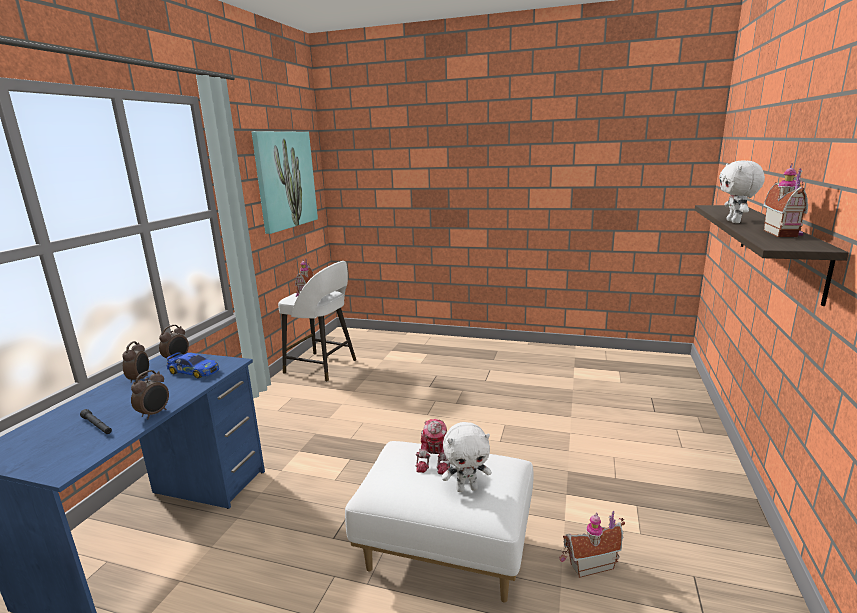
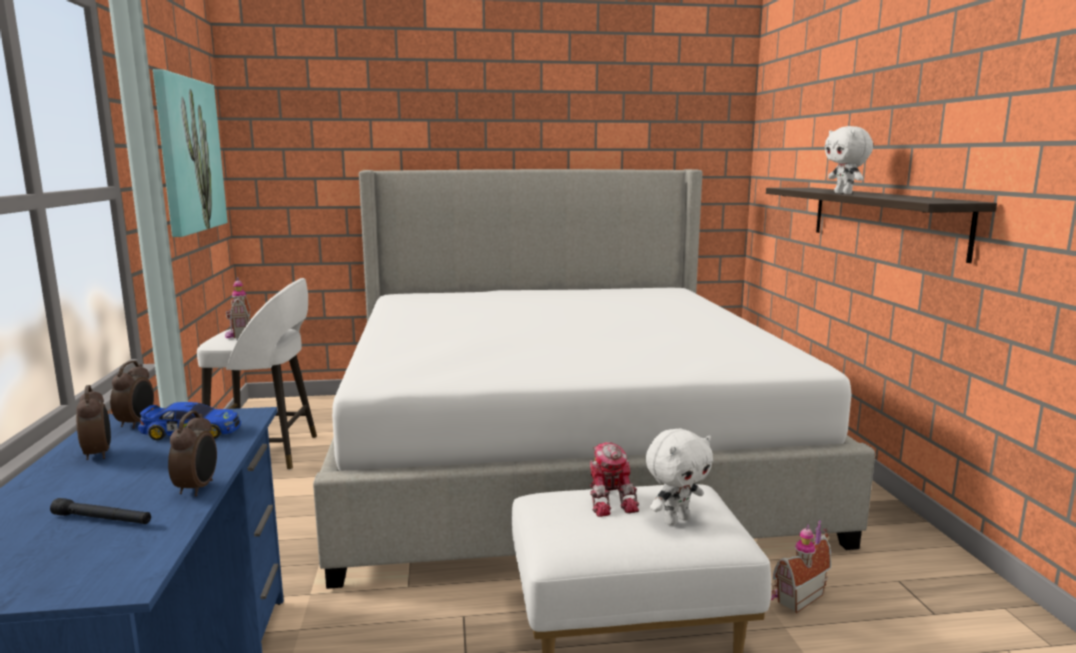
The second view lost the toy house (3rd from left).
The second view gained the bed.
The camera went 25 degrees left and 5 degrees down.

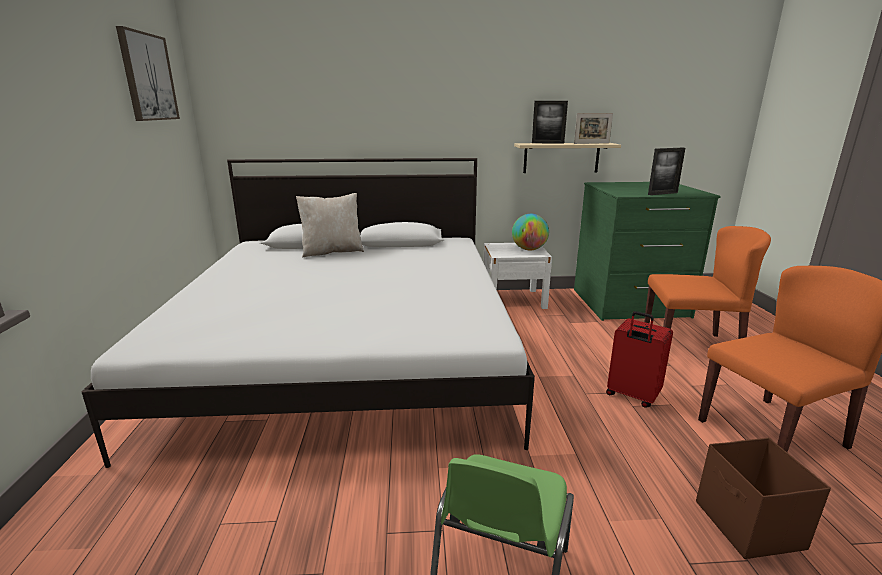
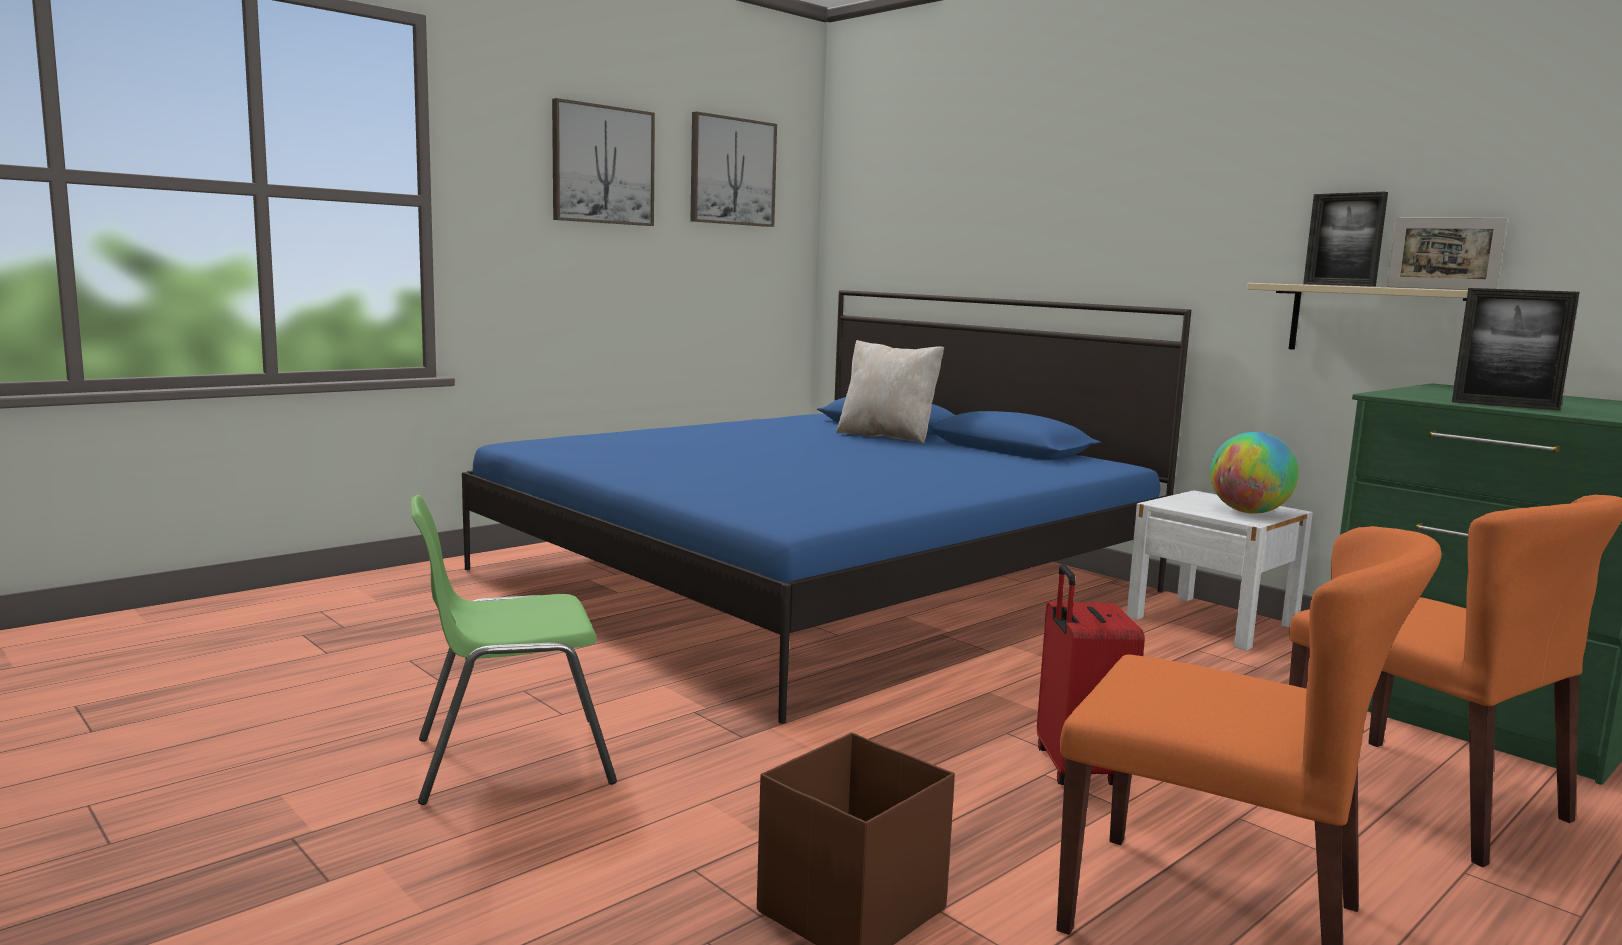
What was the white bed turned into the blue bed.
The second view gained the picture (1st from left).
The camera went 50 degrees right and 10 degrees down.

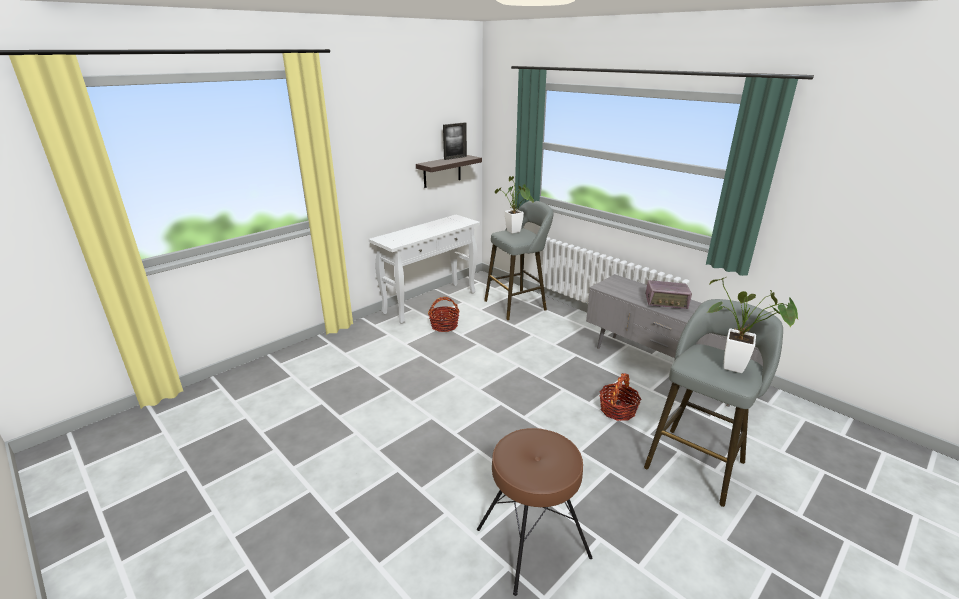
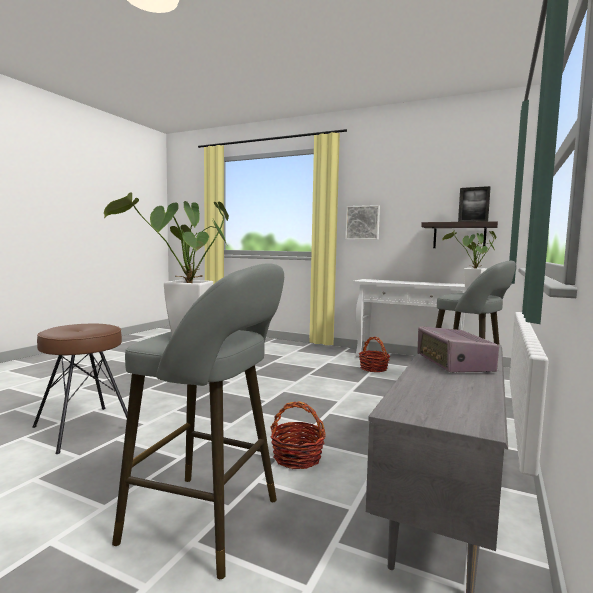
The second view gained the picture.
The camera went 70 degrees right and 20 degrees down.

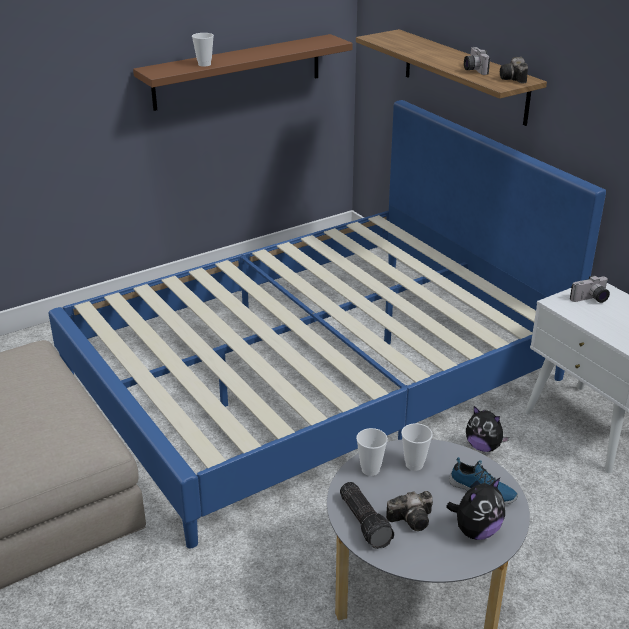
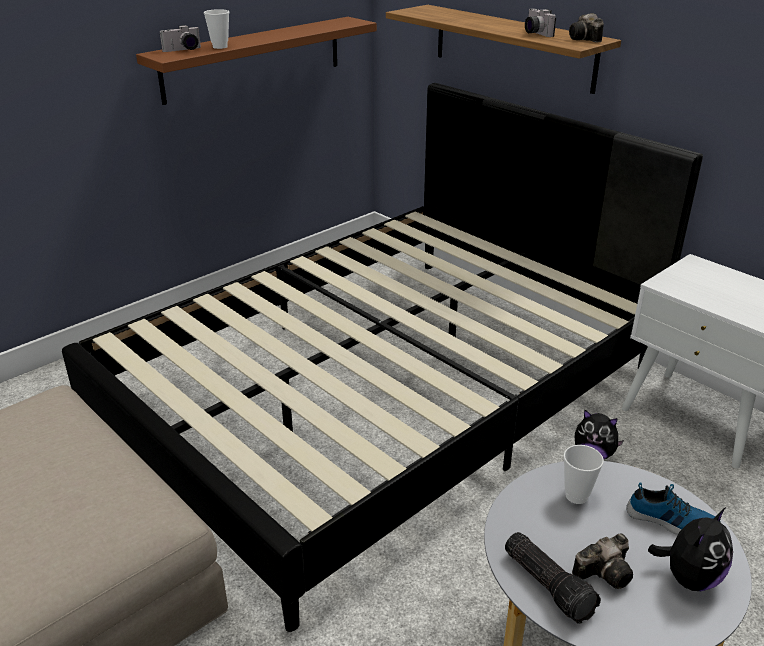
What was the blue bed turned into the black bed.
The photo camera (4th from left in the first image) ended up elsewhere.
The second view lost the cup (2nd from left).
The camera went 10 degrees left and 0 degrees up.

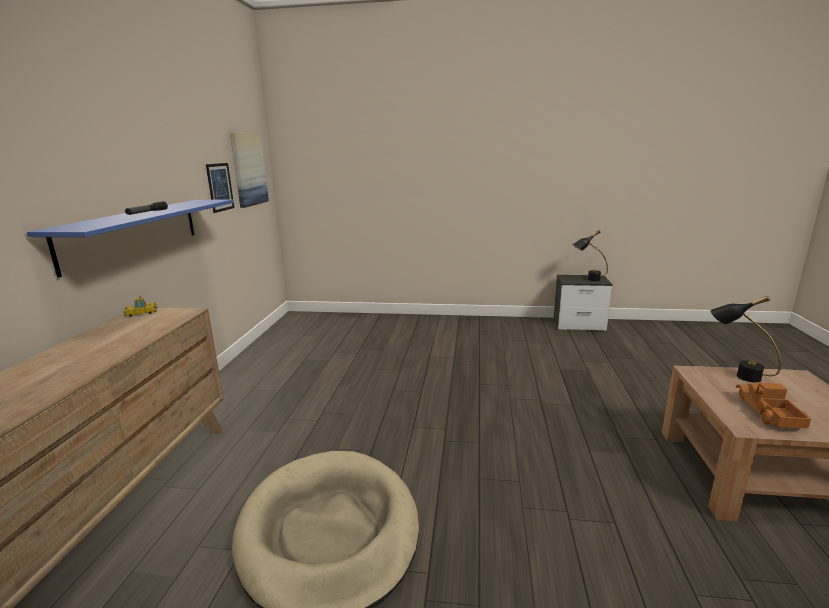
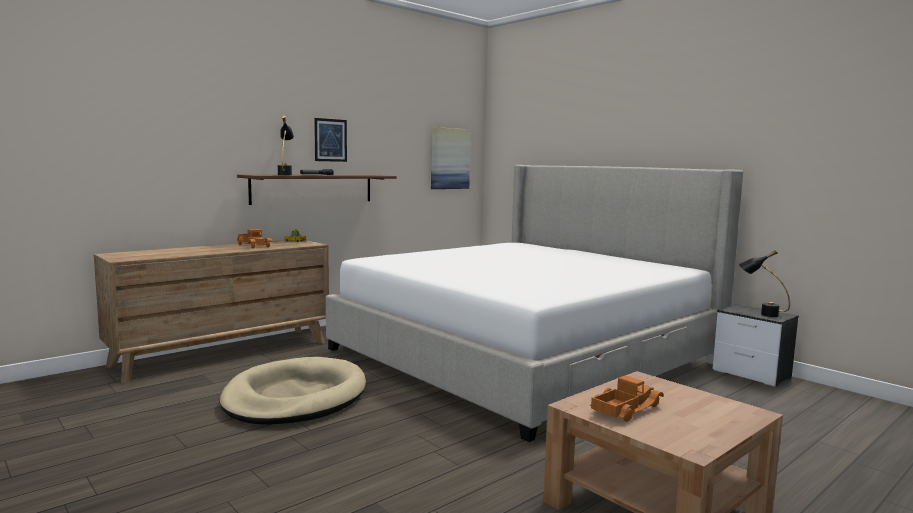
The picture (1st from left) ended up elsewhere.
What was the blue shelf turned into the brown shelf.
The black table lamp (2nd from left in the first image) ended up elsewhere.
The second view gained the bed.
The second view gained the toy truck (1st from left).
The camera went 40 degrees right and 10 degrees down.

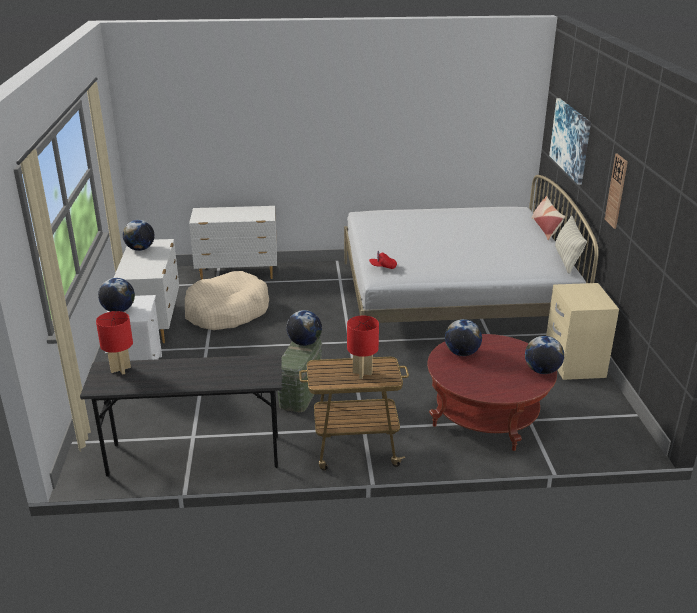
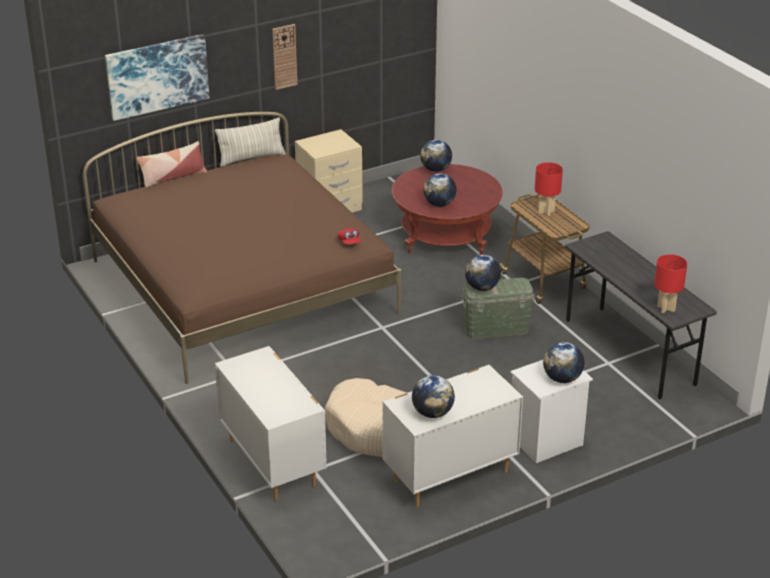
What was the white bed turned into the brown bed.
The camera went 115 degrees left and 5 degrees up.

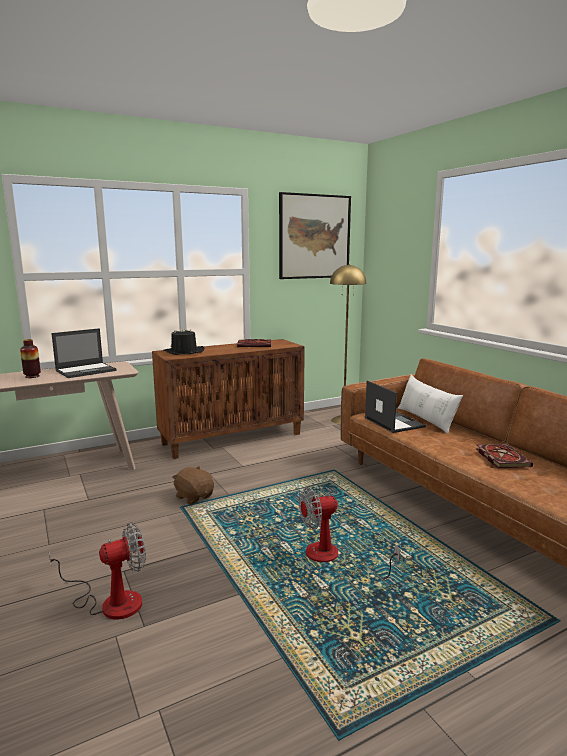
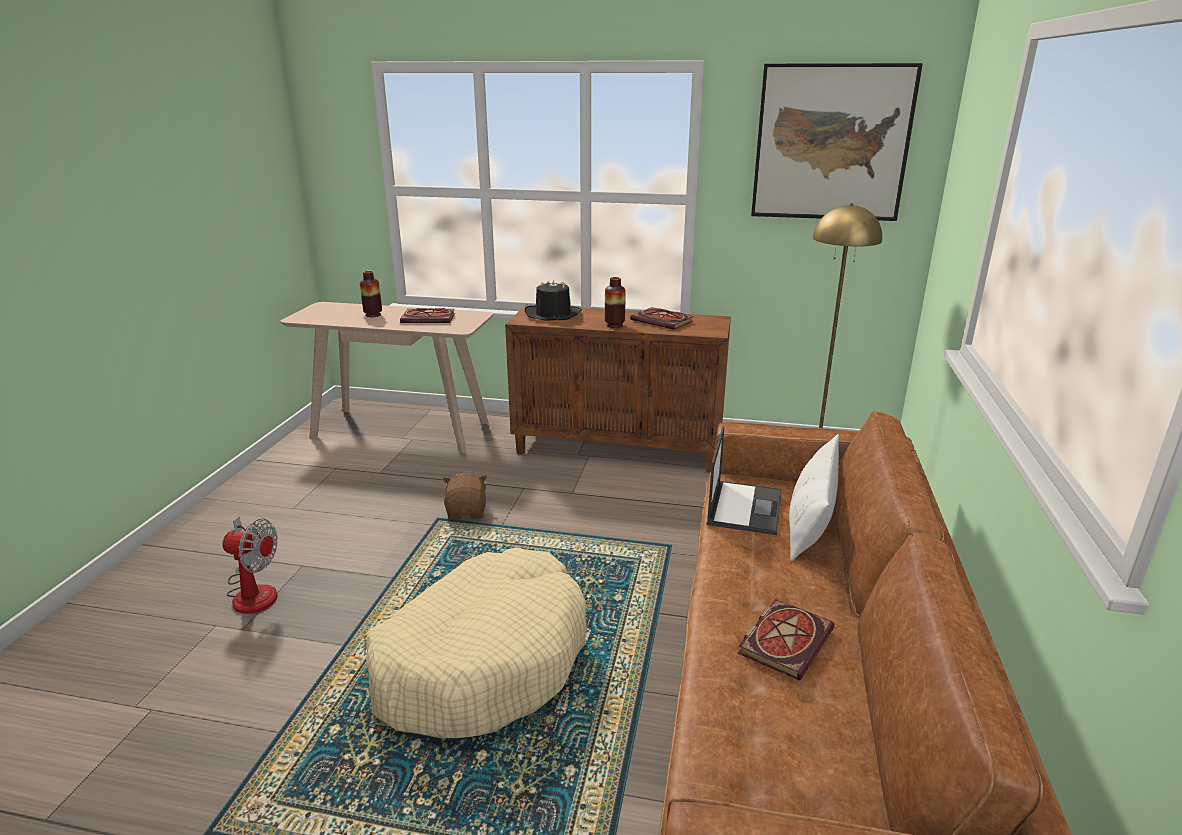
Where the laptop (1st from left) stood, the book (1st from left) came to stand.
Where the fan (2nd from left) stood, the beige dog bed came to stand.
The second view gained the vase (2nd from left).
The camera went 40 degrees right and 10 degrees up.

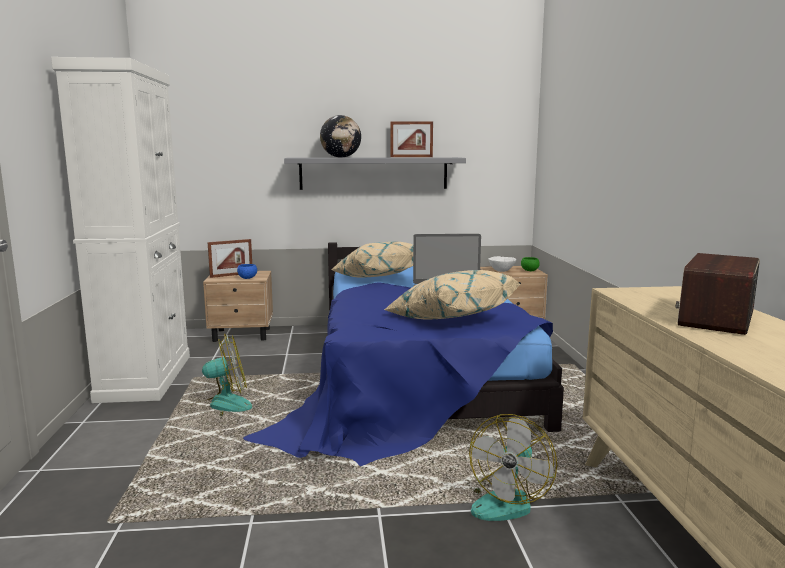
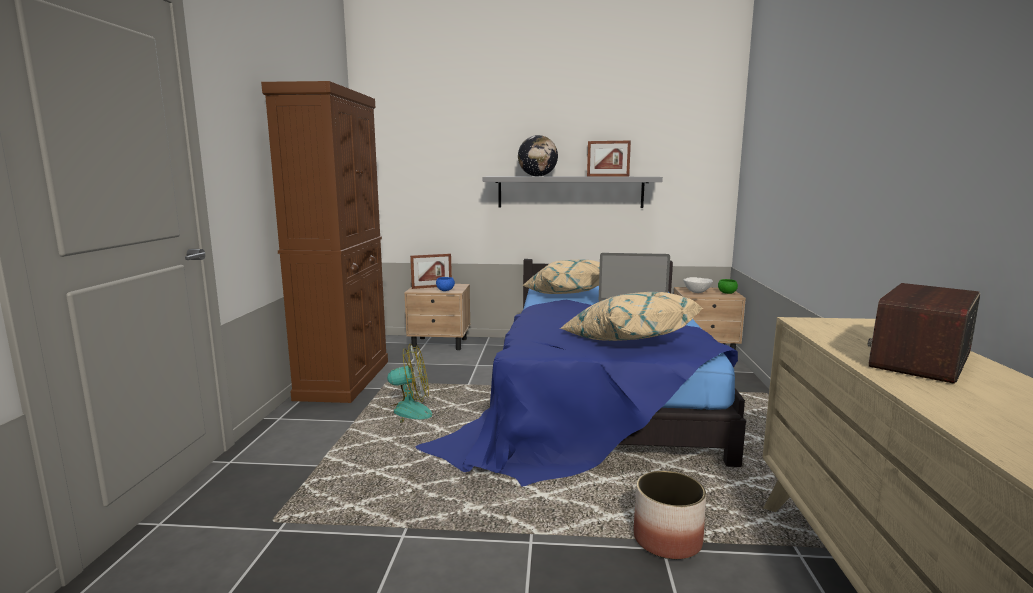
What was the white cabinet turned into the brown cabinet.
Where the fan (2nd from left) stood, the planter came to stand.
The camera went 10 degrees right and 0 degrees up.

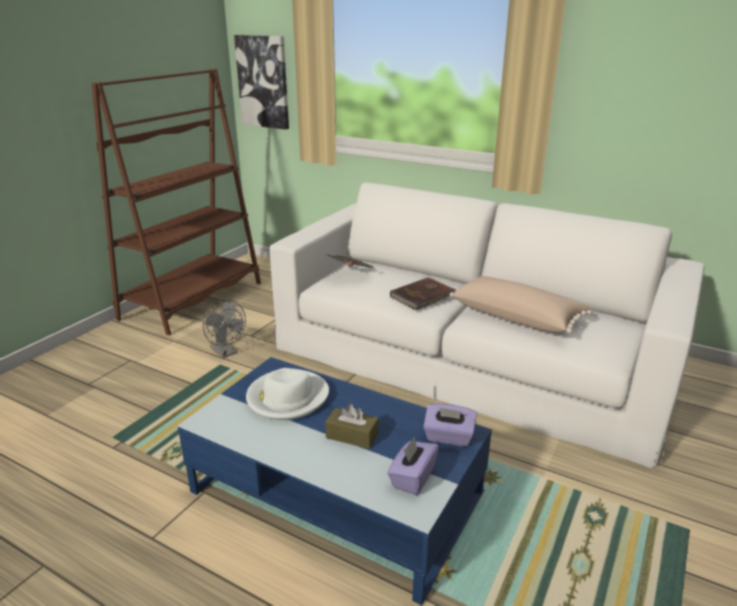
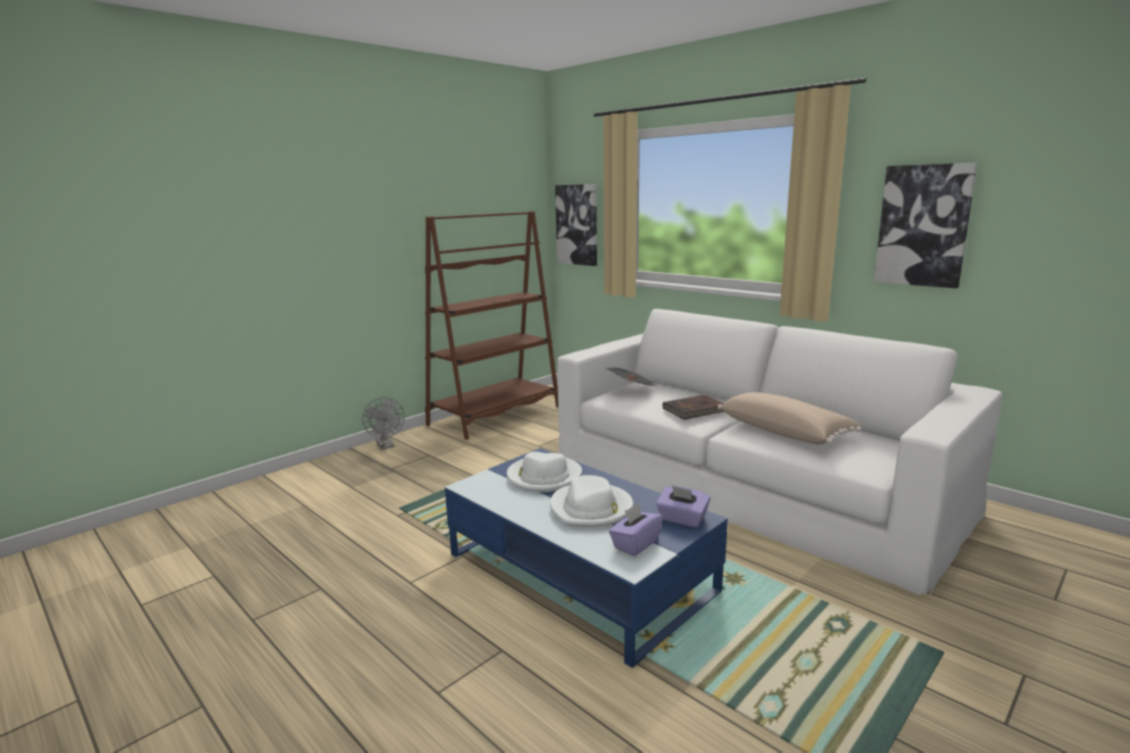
The grey fan ended up elsewhere.
Where the brown tissue box stood, the white hat (2nd from left) came to stand.
The second view gained the picture (2nd from left).
The camera went 15 degrees right and 10 degrees down.

